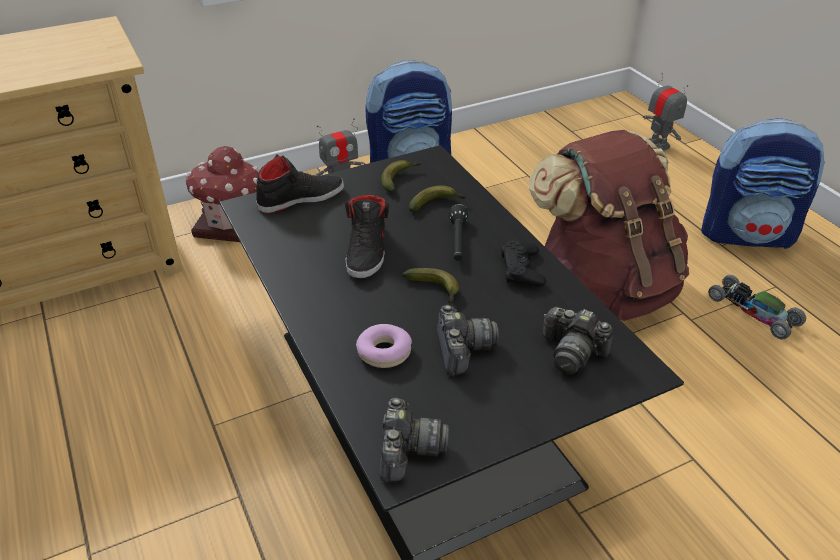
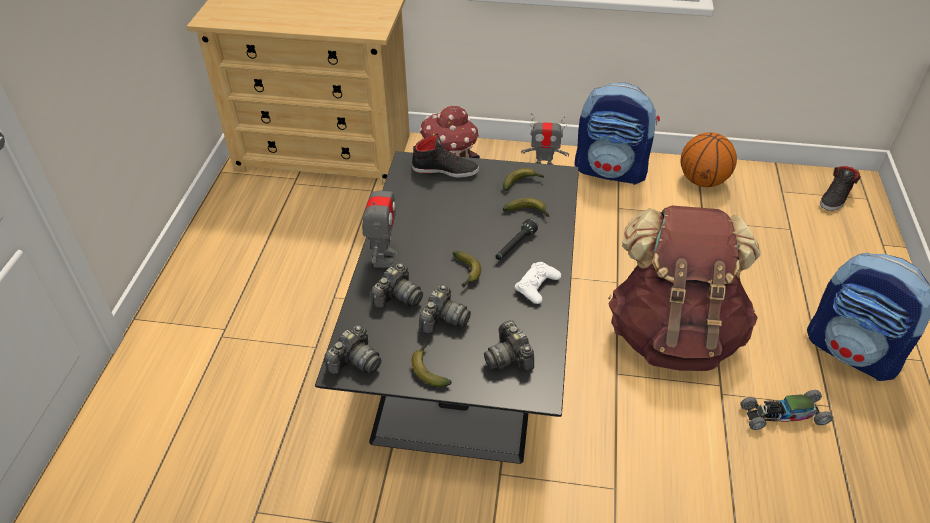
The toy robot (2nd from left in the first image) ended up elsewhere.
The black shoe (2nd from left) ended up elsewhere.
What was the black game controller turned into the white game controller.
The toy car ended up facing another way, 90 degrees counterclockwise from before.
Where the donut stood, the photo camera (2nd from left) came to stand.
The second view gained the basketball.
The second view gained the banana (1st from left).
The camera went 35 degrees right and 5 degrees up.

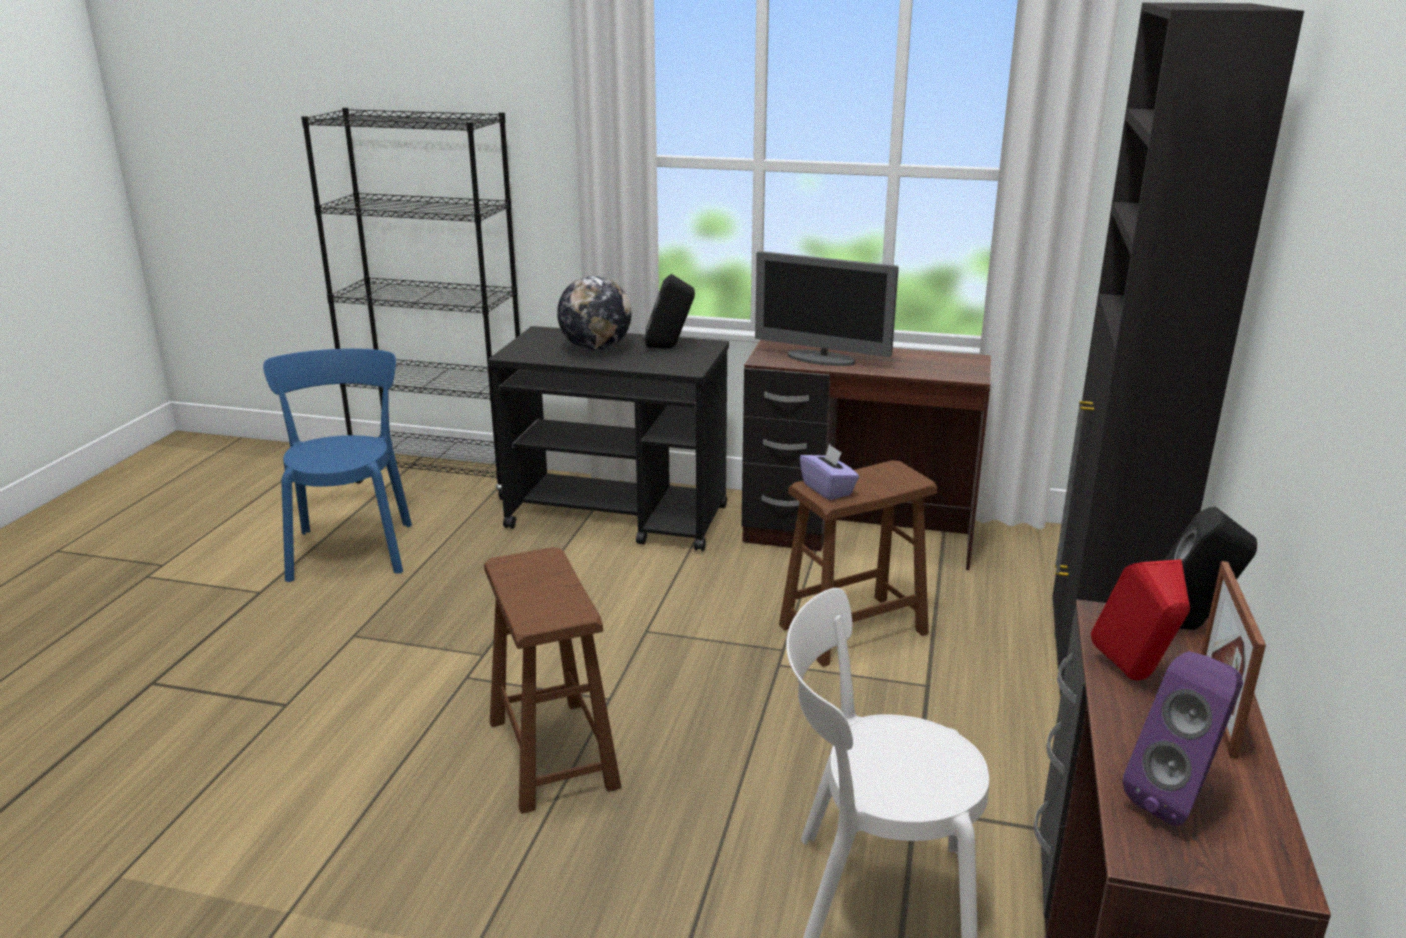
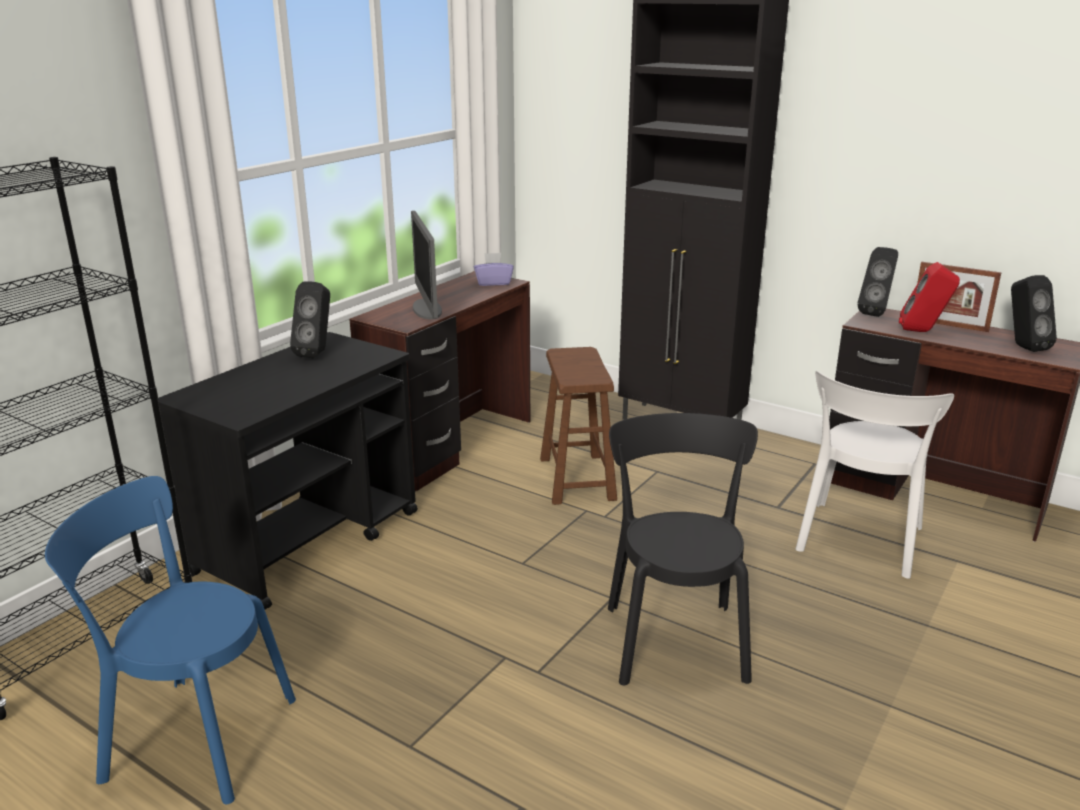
The monitor ended up facing another way, 120 degrees clockwise from before.
The second view lost the globe.
The purple tissue box ended up elsewhere.
Where the brown stool (1st from left) stood, the black chair came to stand.
What was the purple speaker turned into the black speaker (3rd from left).
The camera went 70 degrees left and 0 degrees up.

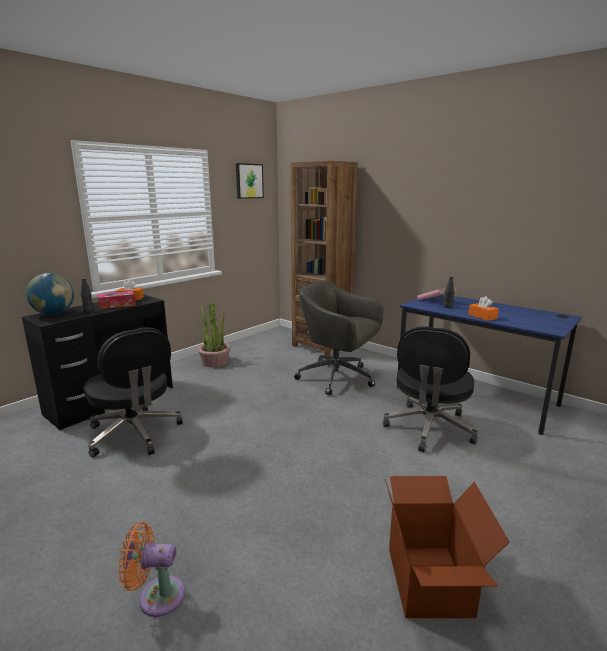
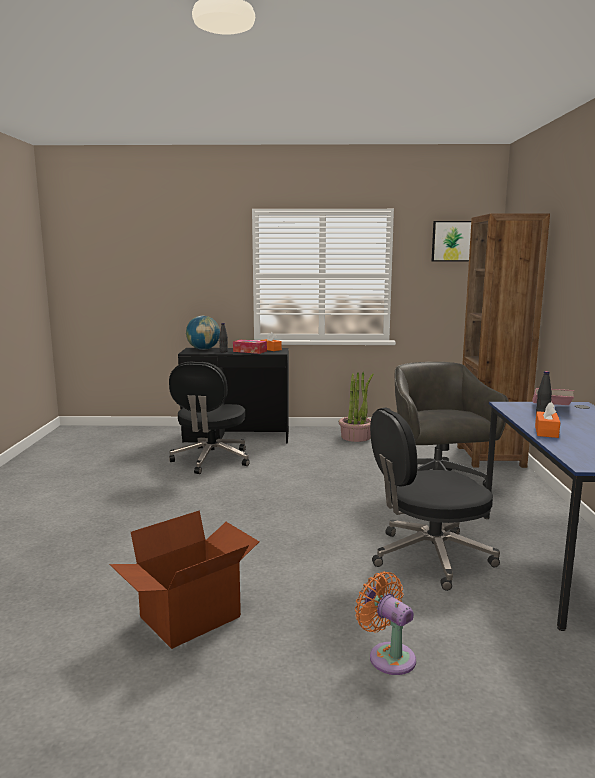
The orange fan ended up elsewhere.
The camera went 50 degrees right and 5 degrees down.

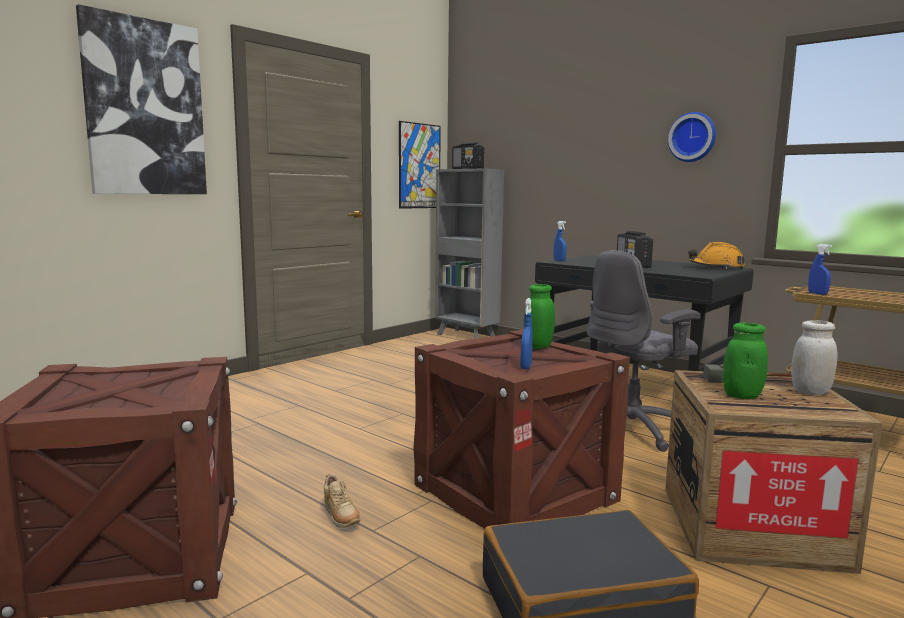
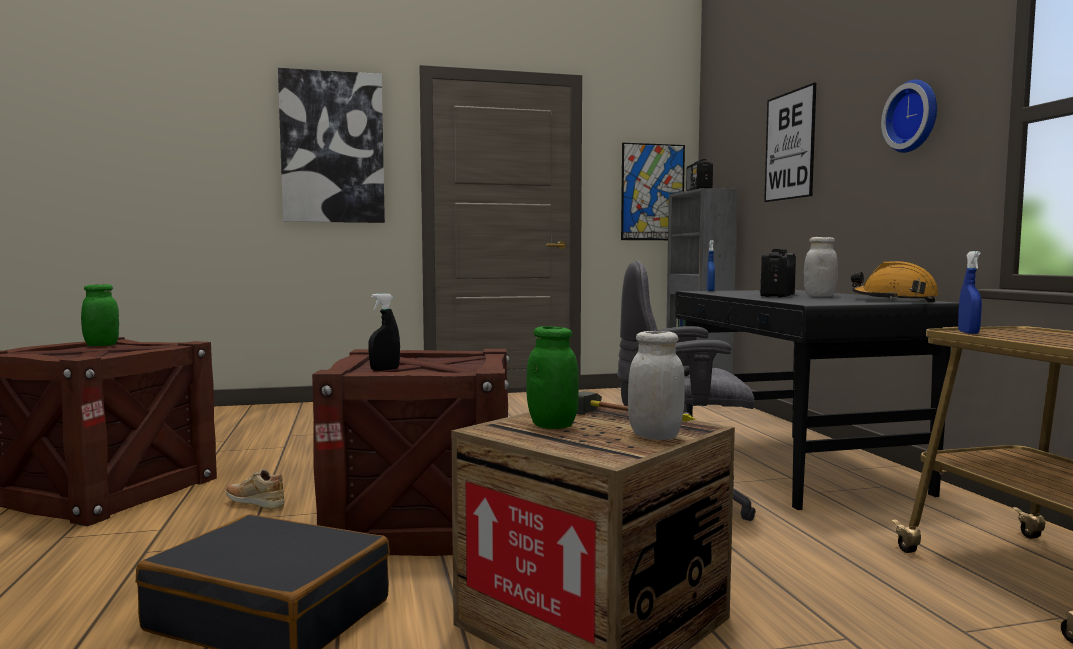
The green jar (1st from left) ended up elsewhere.
What was the blue spray bottle (1st from left) turned into the black spray bottle.
The beige shoe ended up facing another way, 105 degrees clockwise from before.
The second view gained the picture (3rd from left).
The second view gained the white jar (2nd from left).
The camera went 35 degrees right and 5 degrees down.

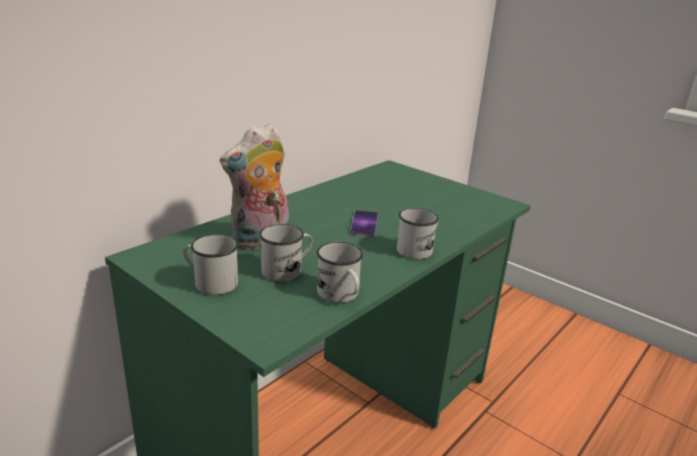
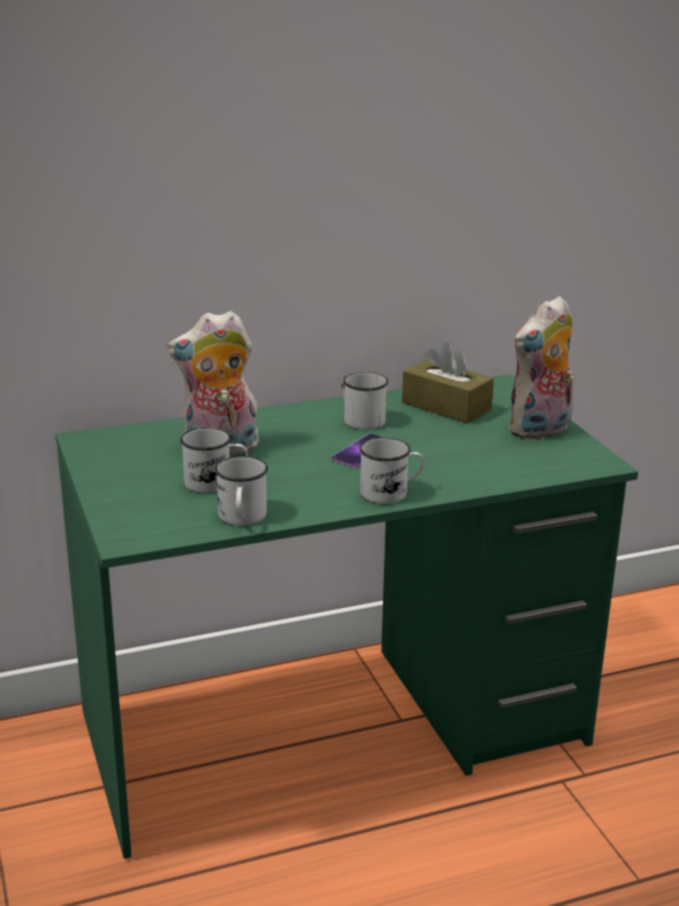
The white mug (1st from left in the first image) ended up elsewhere.
The second view gained the plush toy (2nd from left).
The second view gained the brown tissue box.
The camera went 30 degrees right and 0 degrees up.

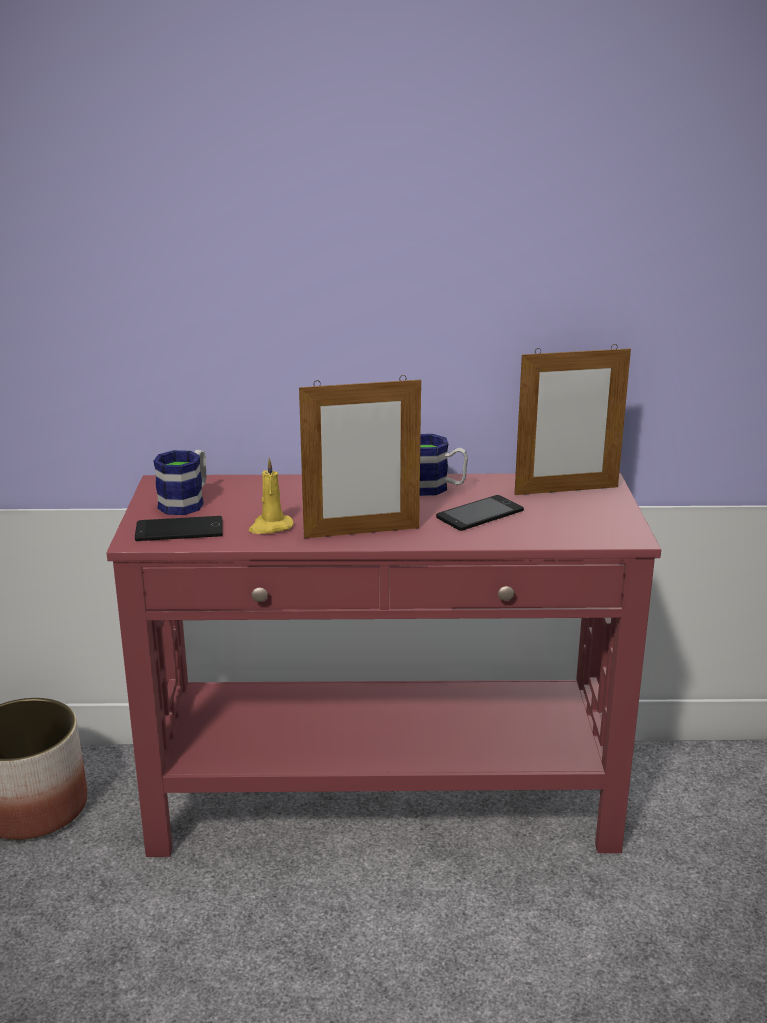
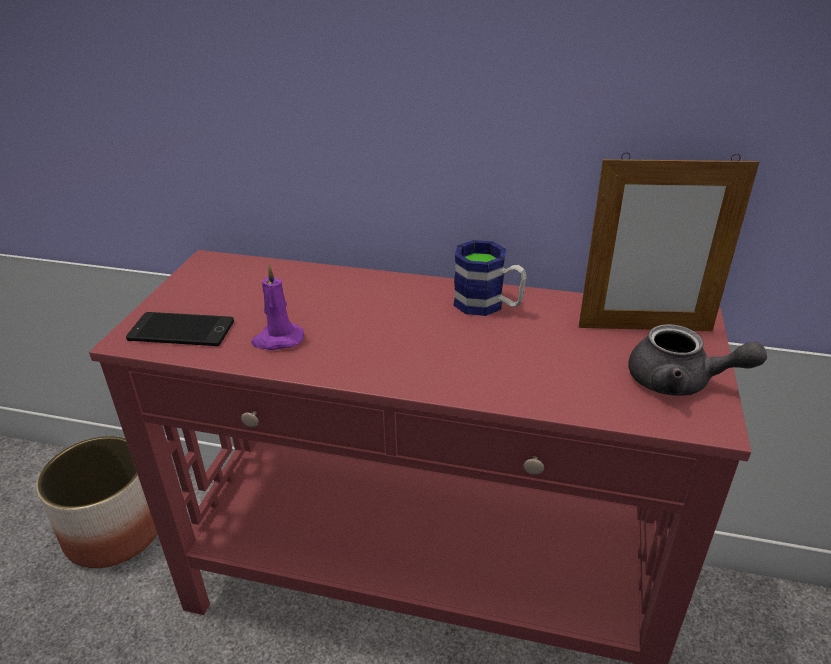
The second view lost the picture frame (1st from left).
The second view lost the mug (1st from left).
What was the yellow candle turned into the purple candle.
The second view lost the phone (2nd from left).
The second view gained the grey teapot.
The camera went 15 degrees right and 10 degrees up.

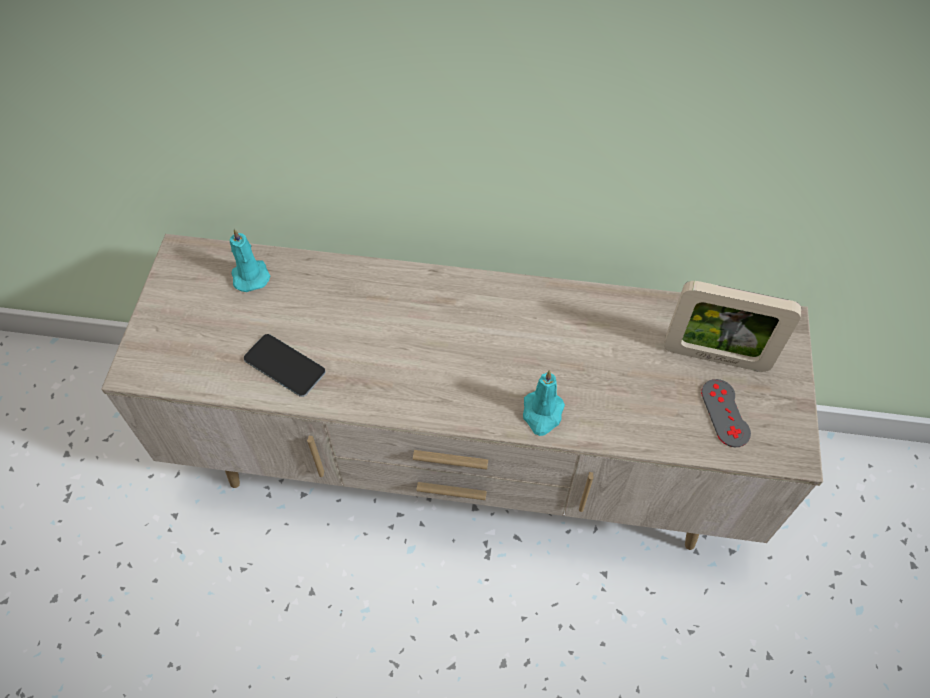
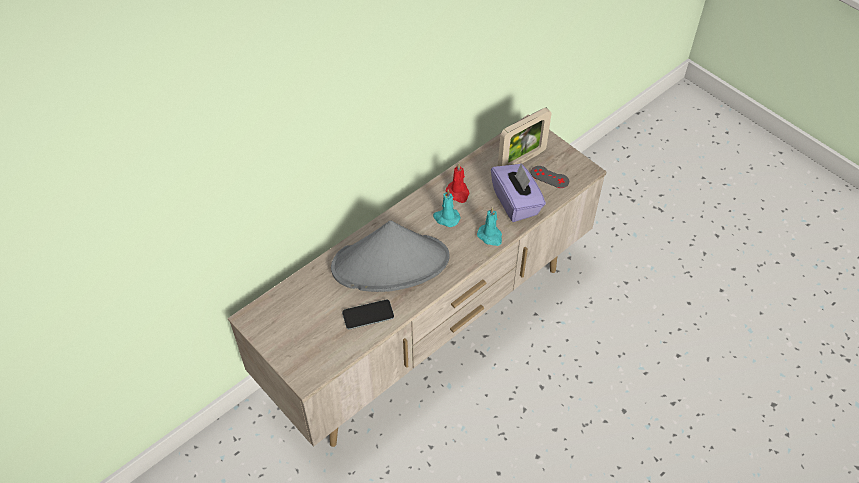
The turquoise candle (1st from left) ended up elsewhere.
The second view gained the red candle.
The second view gained the purple tissue box.
The second view gained the grey hat.
The camera went 50 degrees left and 5 degrees down.

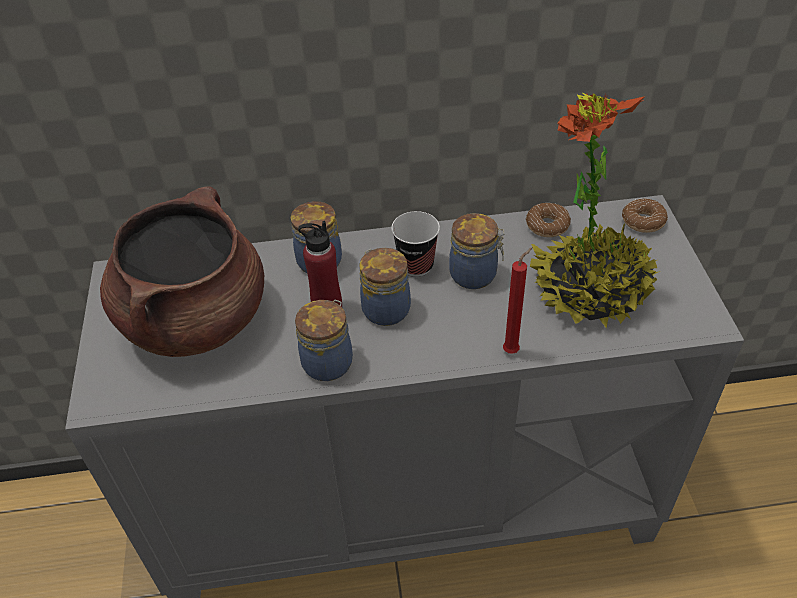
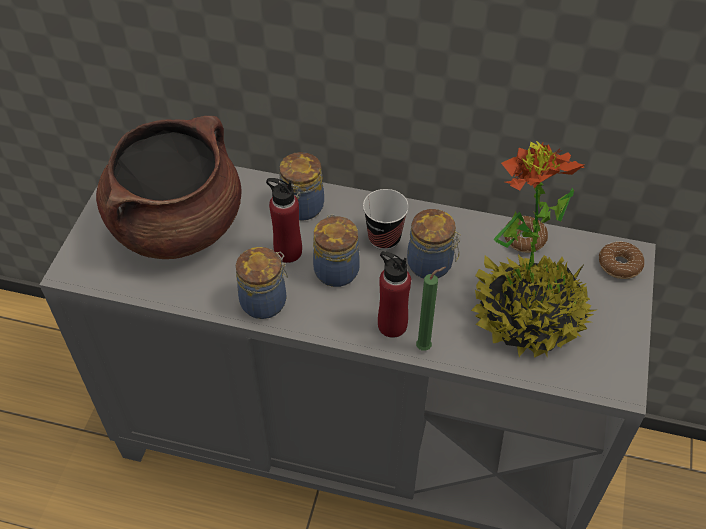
What was the red candle turned into the green candle.
The second view gained the red bottle (2nd from left).
The camera went 20 degrees right and 5 degrees up.

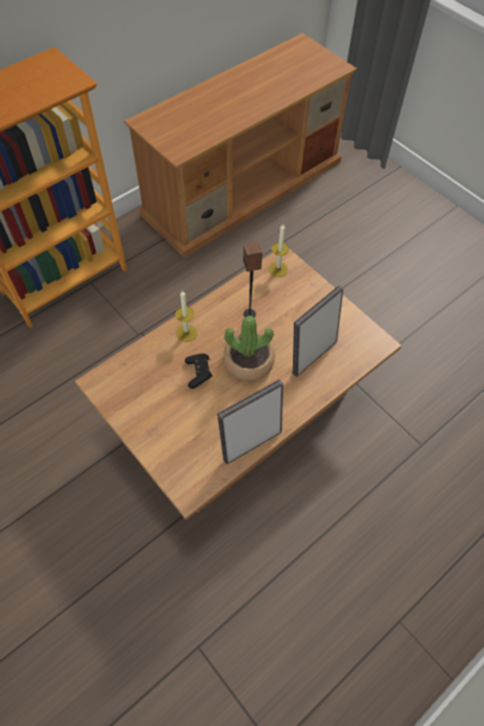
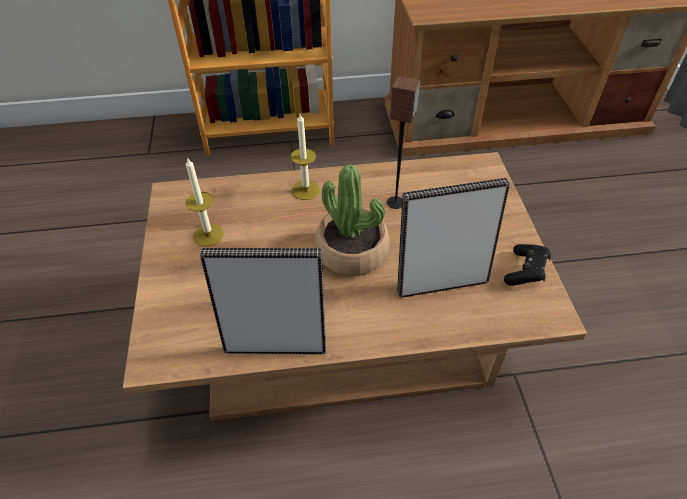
The candle (2nd from left in the first image) ended up elsewhere.
The black game controller ended up elsewhere.
The camera went 35 degrees right and 10 degrees down.

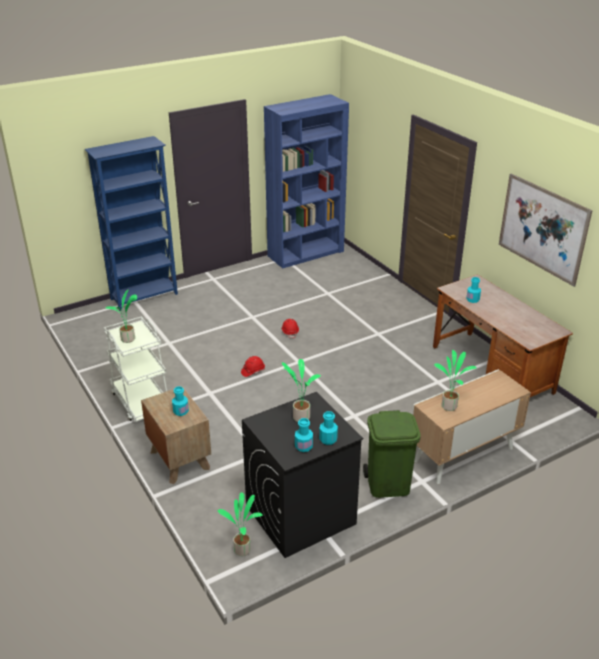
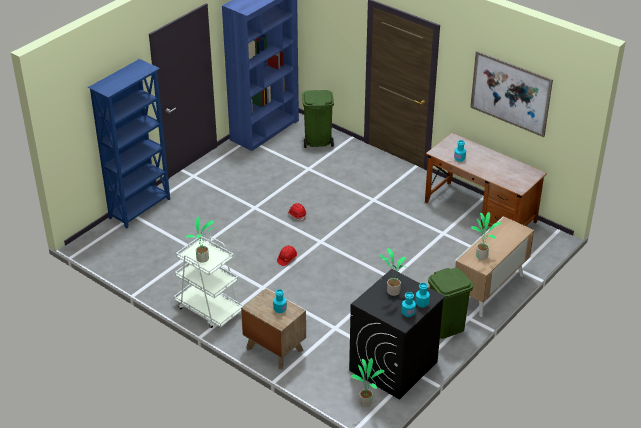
The second view gained the green trash can (1st from left).
The camera went 20 degrees left and 5 degrees up.

